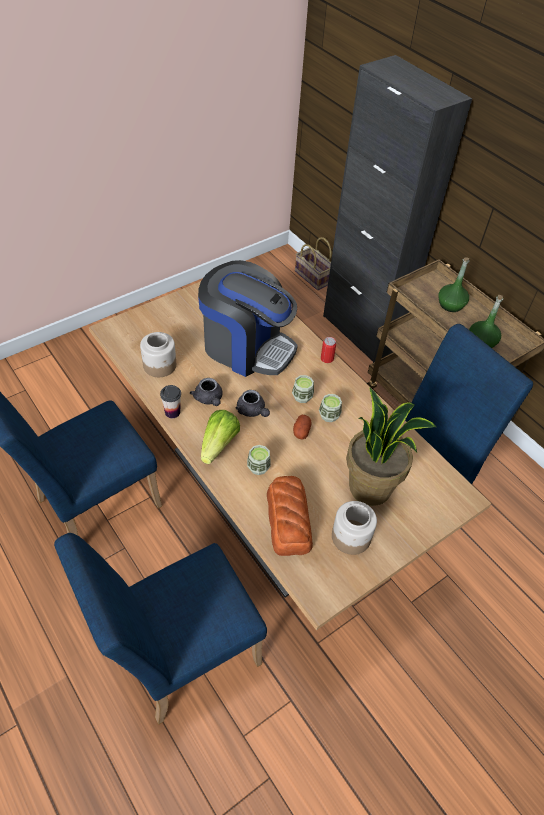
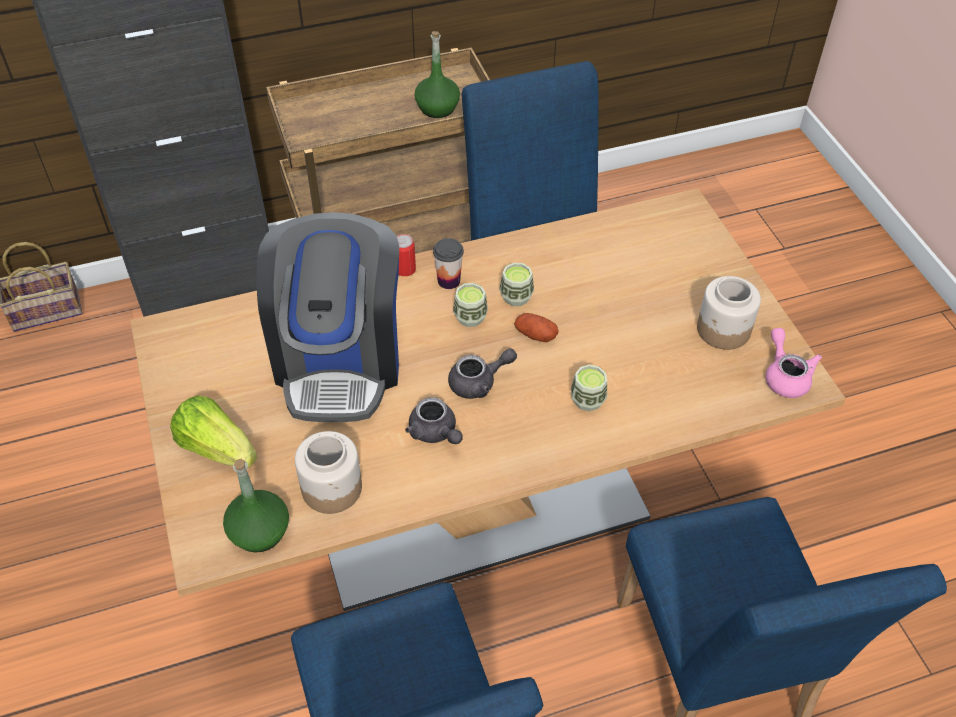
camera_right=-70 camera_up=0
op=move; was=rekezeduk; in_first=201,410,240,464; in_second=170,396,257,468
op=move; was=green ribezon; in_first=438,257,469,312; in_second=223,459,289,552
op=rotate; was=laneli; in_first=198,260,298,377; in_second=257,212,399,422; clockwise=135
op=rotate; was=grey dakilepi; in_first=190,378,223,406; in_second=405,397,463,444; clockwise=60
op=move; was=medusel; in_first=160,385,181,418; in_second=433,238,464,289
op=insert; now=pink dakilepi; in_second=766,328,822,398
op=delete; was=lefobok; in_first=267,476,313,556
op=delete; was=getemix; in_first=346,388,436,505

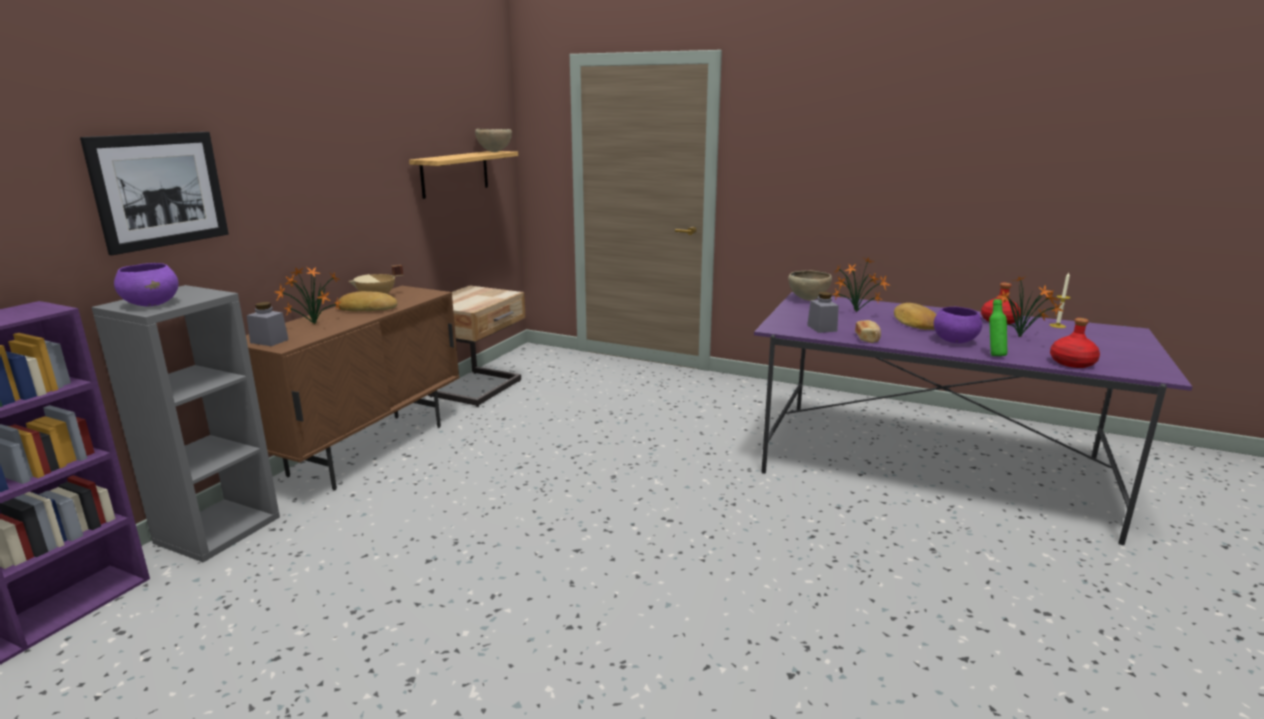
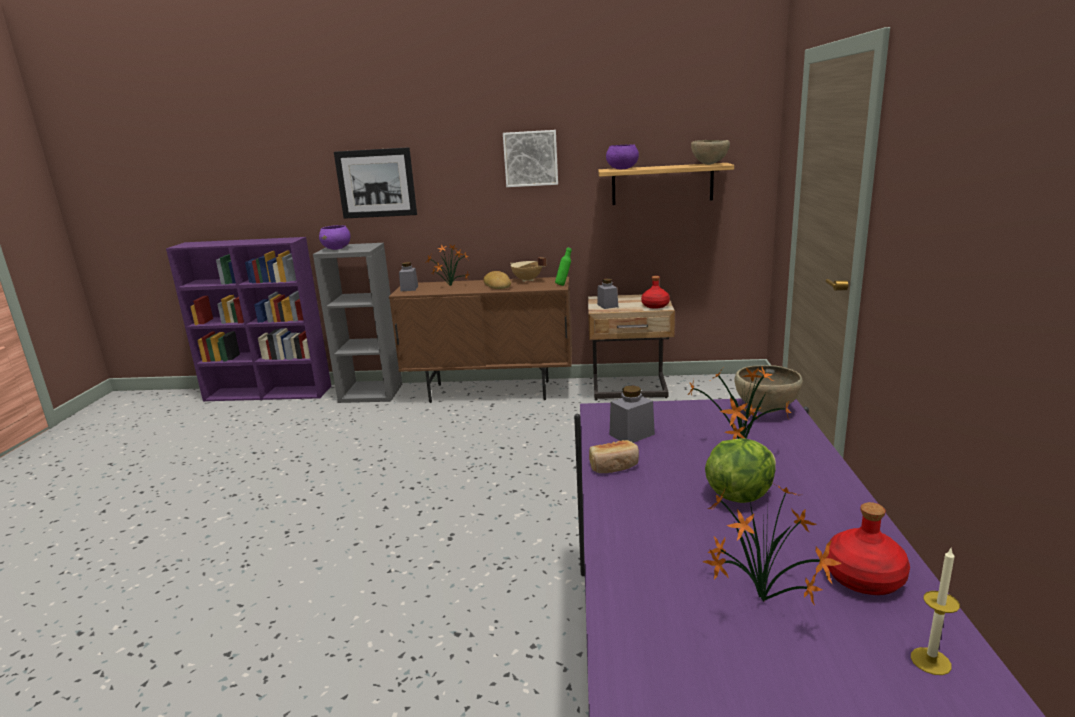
camera_right=70 camera_up=0
op=insert; now=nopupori; in_second=503,130,558,187
op=move; was=green ribezon; in_first=989,299,1007,356; in_second=555,247,572,286
op=insert; now=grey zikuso; in_second=597,279,618,309
op=move; was=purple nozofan; in_first=934,307,982,343; in_second=606,144,639,169
op=move; was=red ribezon; in_first=1050,318,1100,368; in_second=641,276,670,309
op=replace; was=lefobok; now=rekezeduk; in_first=894,303,937,330; in_second=705,438,776,503

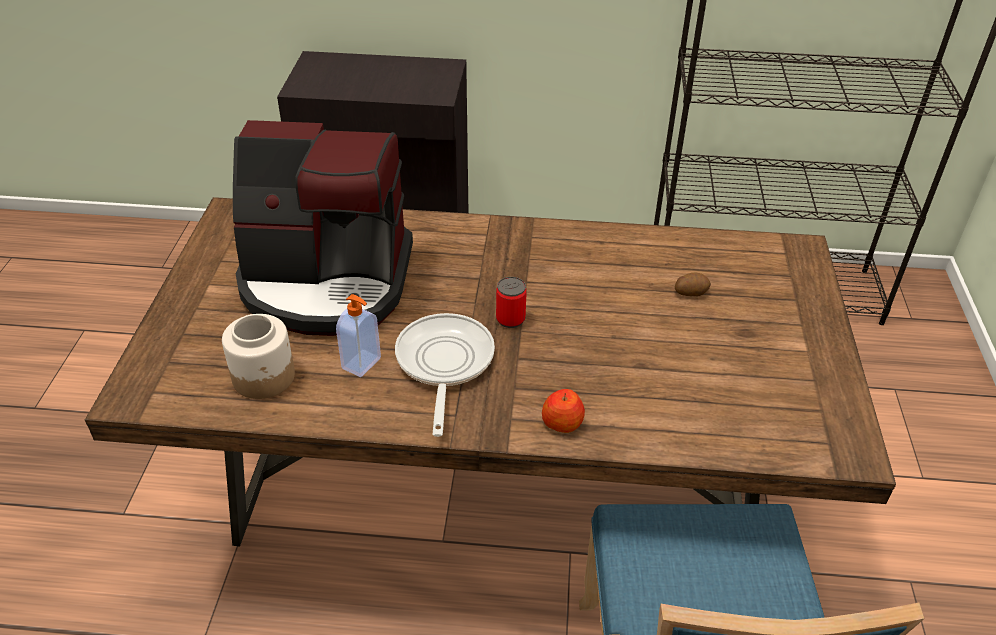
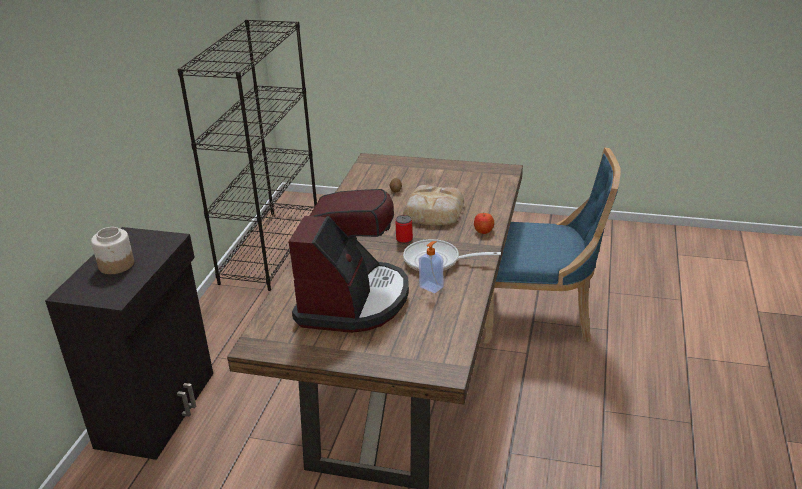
camera_right=-80 camera_up=-10
op=move; was=zikuso; in_first=222,314,295,399; in_second=91,227,134,274
op=insert; now=lefobok; in_second=403,185,464,226

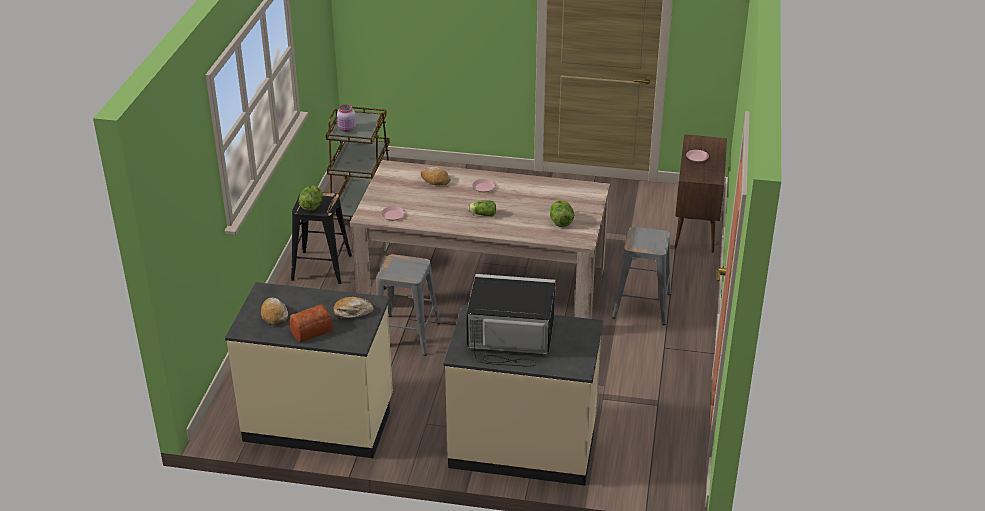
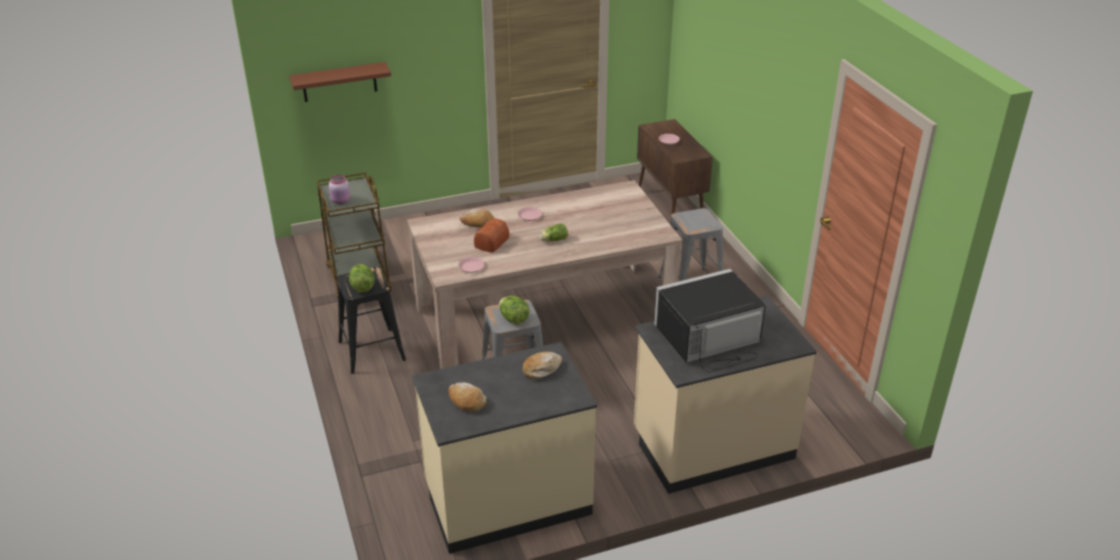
camera_right=-30 camera_up=0
op=insert; now=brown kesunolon; in_second=289,62,391,102
op=move; was=lefobok; in_first=289,305,333,342; in_second=474,218,509,253
op=move; was=rekezeduk; in_first=550,200,574,227; in_second=499,296,530,325

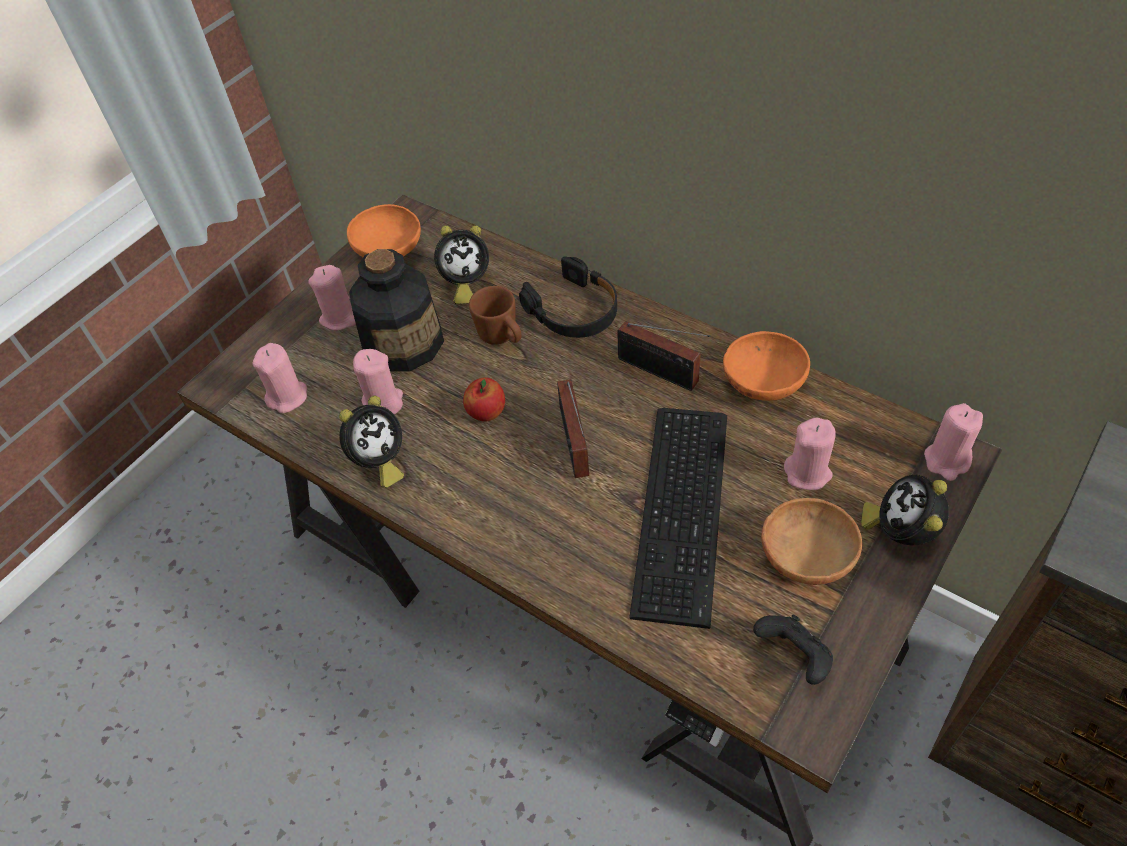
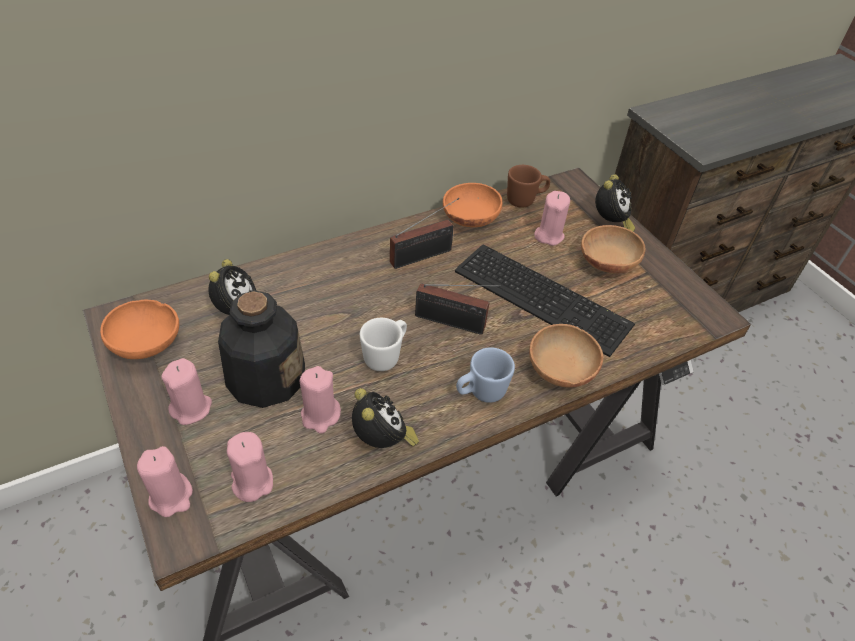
camera_right=-70 camera_up=-5
op=move; was=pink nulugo; in_first=924,403,983,481; in_second=137,446,193,517
op=replace; was=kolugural; now=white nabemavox; in_first=463,377,505,421; in_second=360,318,407,371
op=insert; now=blue nabemavox; in_second=456,347,515,403
op=move; was=brown nabemavox; in_first=469,286,521,345; in_second=507,165,550,208
op=insert; now=brown nozofan; in_second=529,324,603,388
op=rotate; was=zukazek; in_first=861,475,949,545; in_second=595,174,635,232; clockwise=-105
op=delete; was=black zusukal; in_first=519,256,617,338
op=delete; was=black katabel; in_first=753,615,833,685

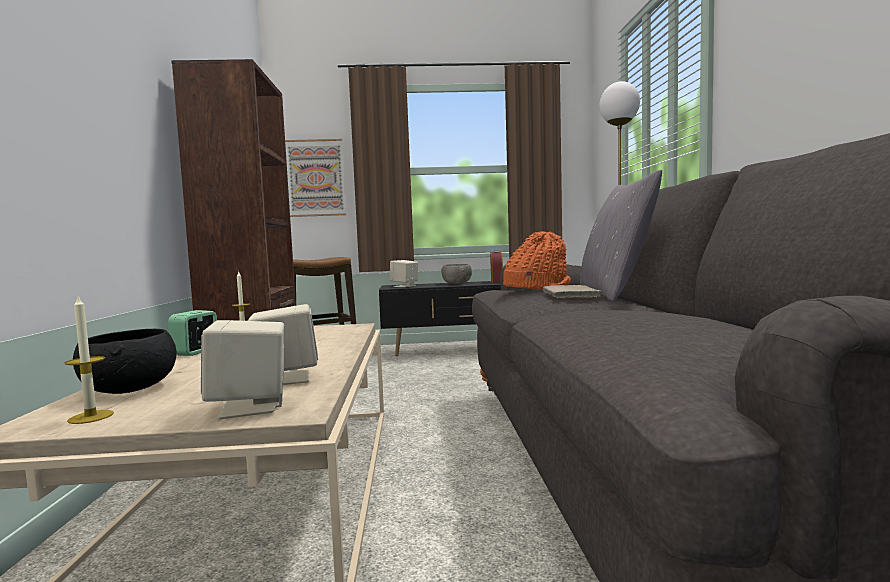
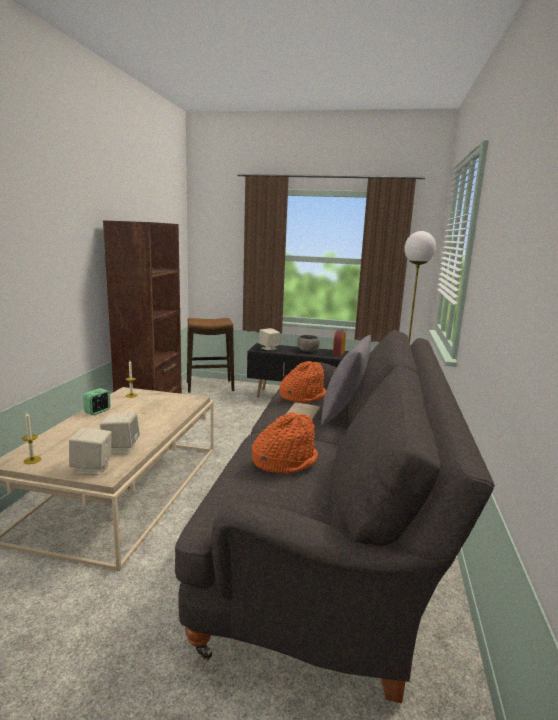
camera_right=15 camera_up=10
op=insert; now=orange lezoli; in_second=252,412,318,474
op=delete; was=black nozofan; in_first=73,329,177,394
op=delete; was=nopupori; in_first=285,139,346,217

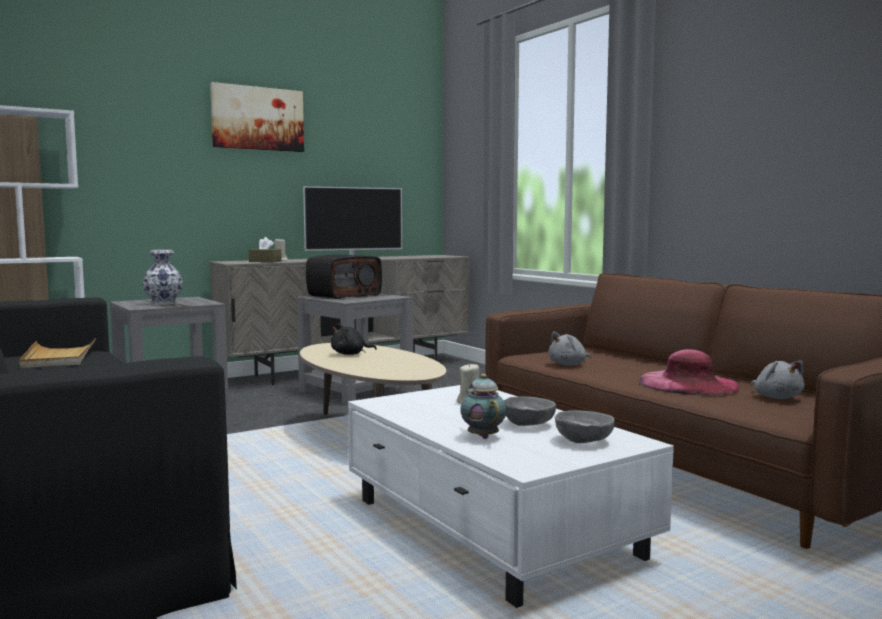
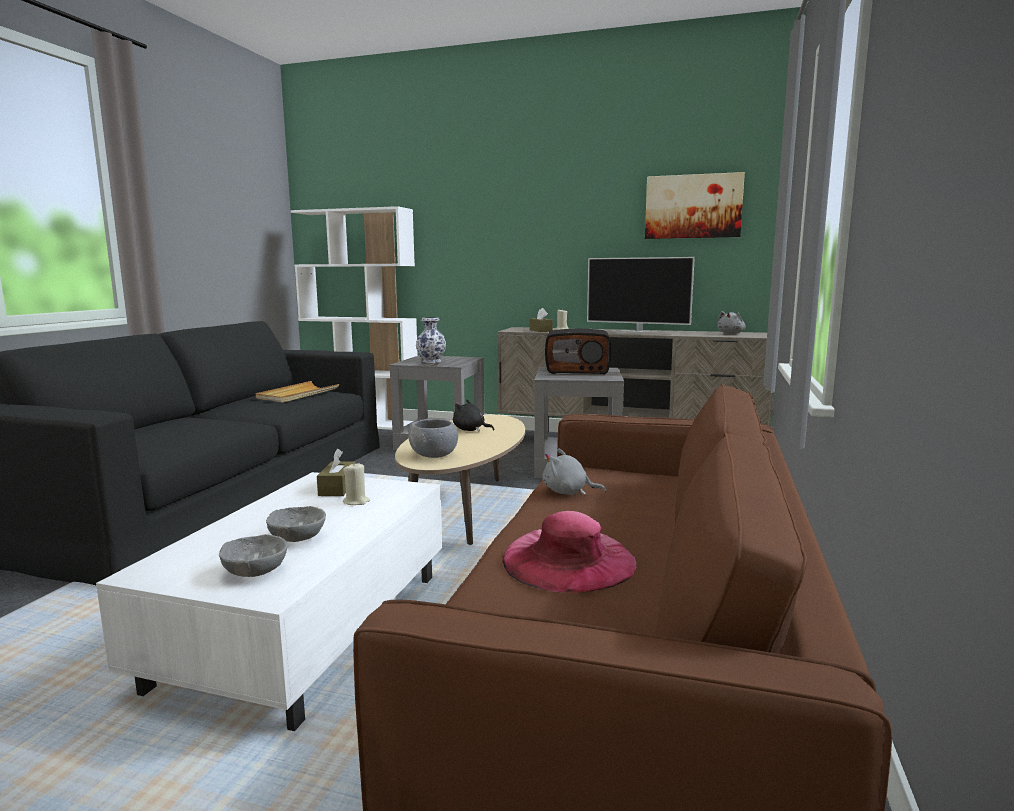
camera_right=50 camera_up=5
op=insert; now=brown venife; in_second=317,449,356,496
op=insert; now=grey nozofan; in_second=408,419,458,458
op=move; was=nopupori; in_first=210,82,304,152; in_second=645,172,745,239
op=move; was=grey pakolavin; in_first=750,361,805,399; in_second=717,311,746,334
op=delete; was=dakilepi; in_first=460,374,507,439

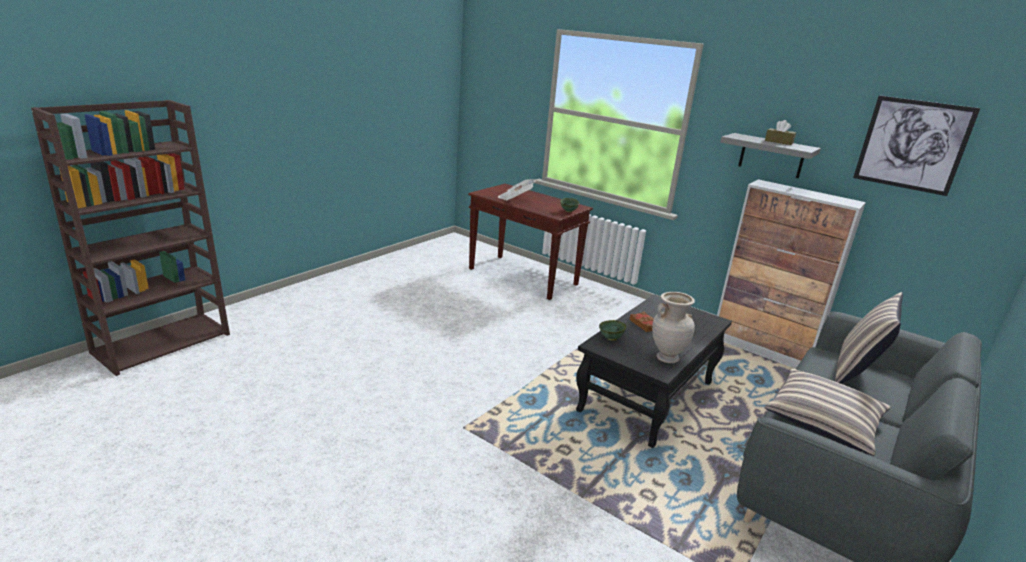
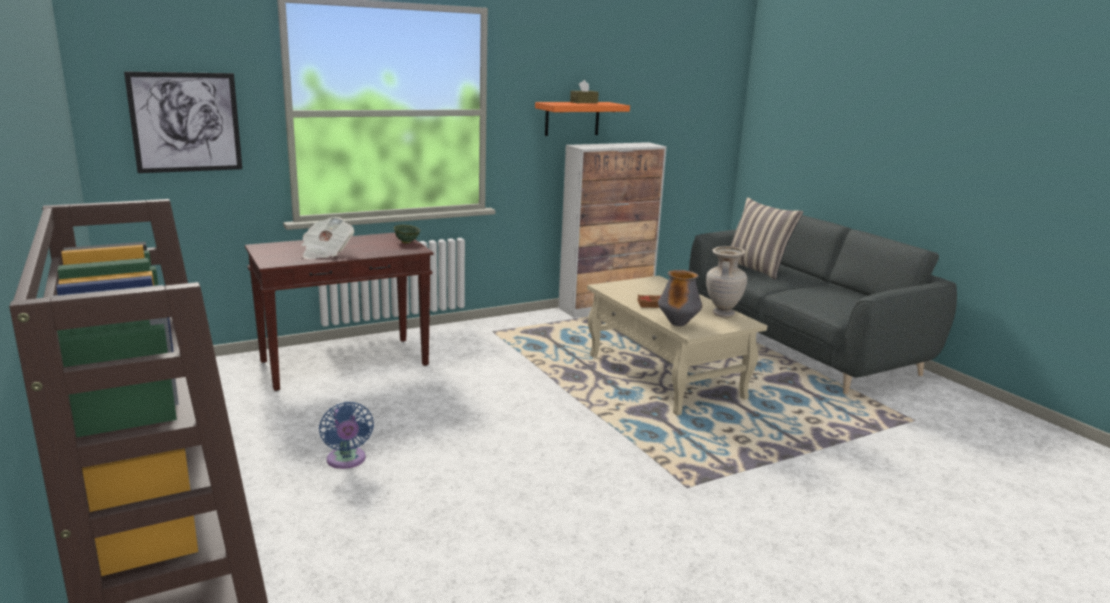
camera_right=-65 camera_up=-5
op=move; was=nopupori; in_first=853,95,980,196; in_second=124,72,242,173
op=insert; now=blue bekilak; in_second=319,402,374,469
op=recolor; was=grey kesunolon; now=orange kesunolon; in_first=720,133,821,178; in_second=535,102,630,136
op=recolor; was=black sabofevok; now=beige sabofevok; in_first=576,294,732,448; in_second=587,276,767,416
op=replace; was=green nozofan; now=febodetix; in_first=599,320,626,341; in_second=658,270,702,326
op=delete; was=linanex; in_first=765,368,891,456

